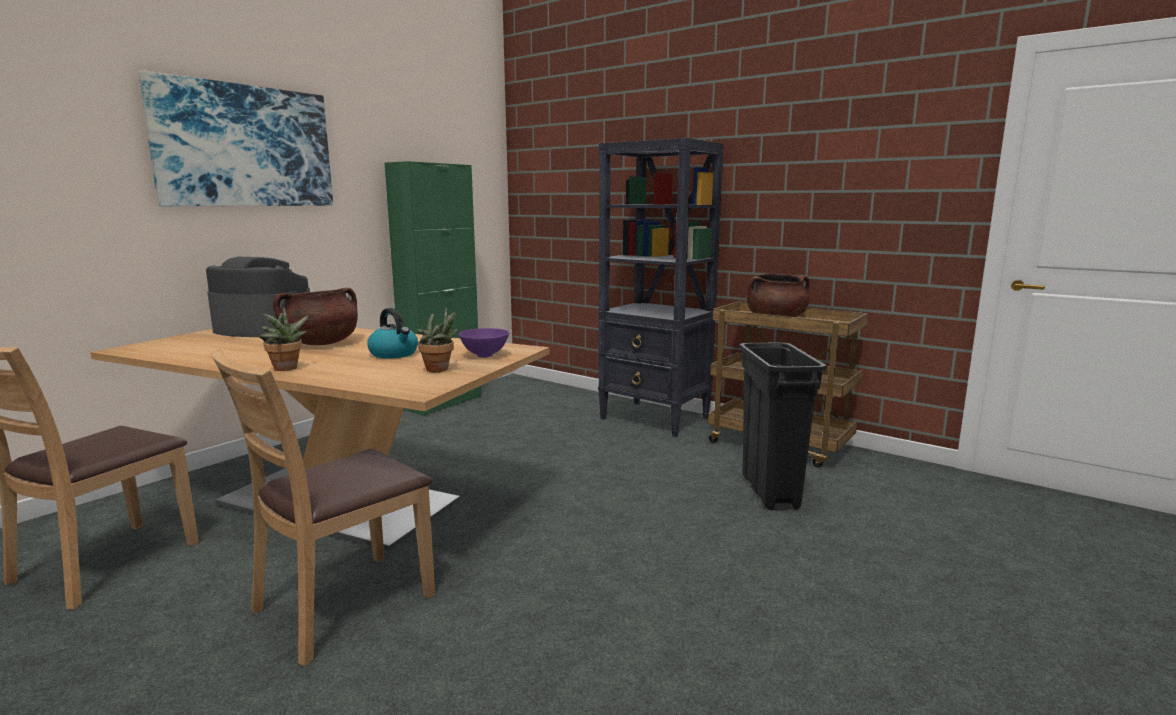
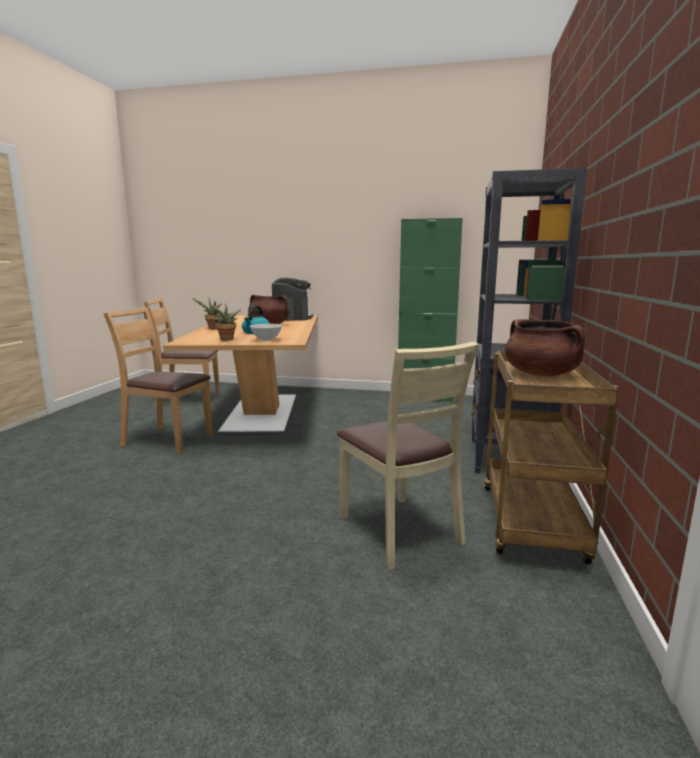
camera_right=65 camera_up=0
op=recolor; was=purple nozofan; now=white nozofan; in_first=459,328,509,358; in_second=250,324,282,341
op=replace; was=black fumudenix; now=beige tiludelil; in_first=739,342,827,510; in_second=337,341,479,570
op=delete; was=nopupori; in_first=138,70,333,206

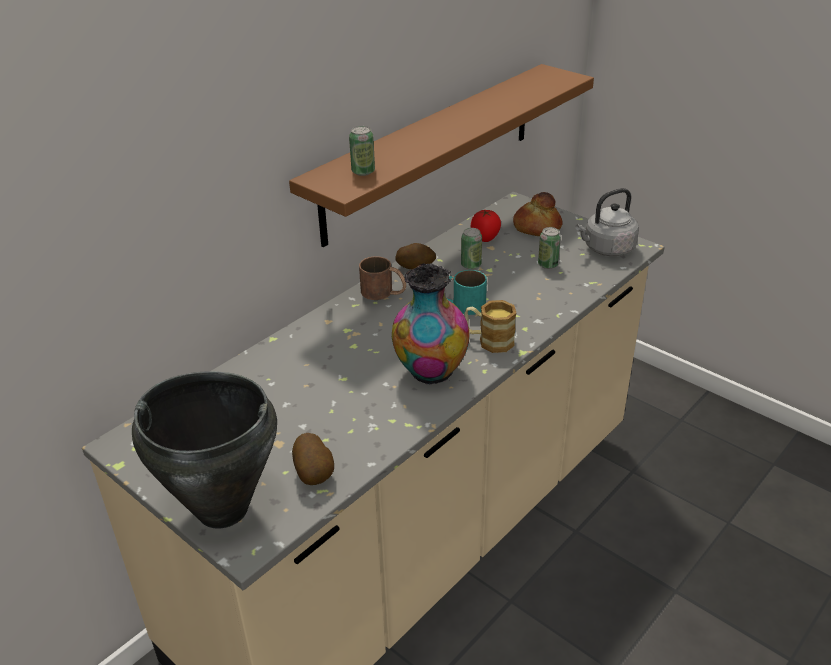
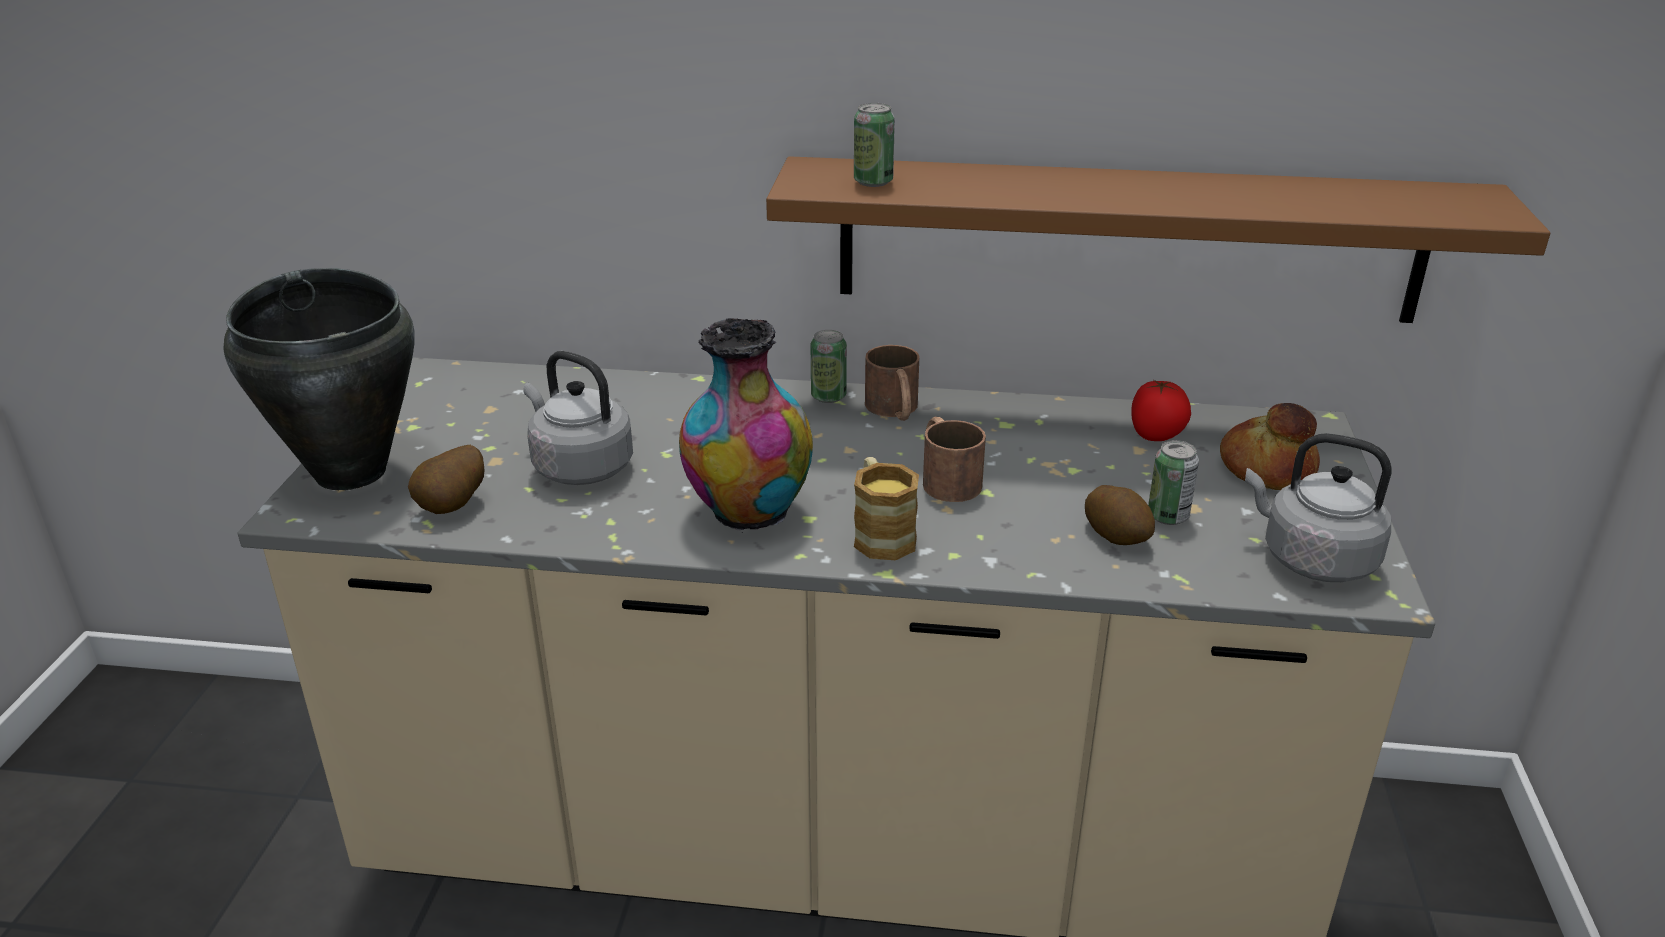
camera_right=55 camera_up=-5
op=insert; now=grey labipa; in_second=524,351,633,485
op=move; was=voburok; in_first=461,228,482,269; in_second=811,330,847,403
op=recolor; was=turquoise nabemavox; now=brown nabemavox; in_first=446,270,487,315; in_second=923,417,986,502
op=move; was=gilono; in_first=395,243,436,269; in_second=1085,485,1155,545

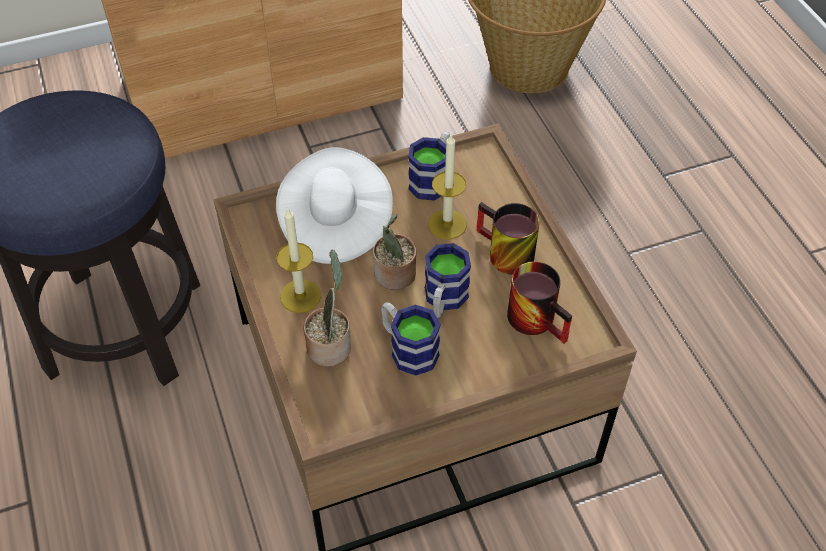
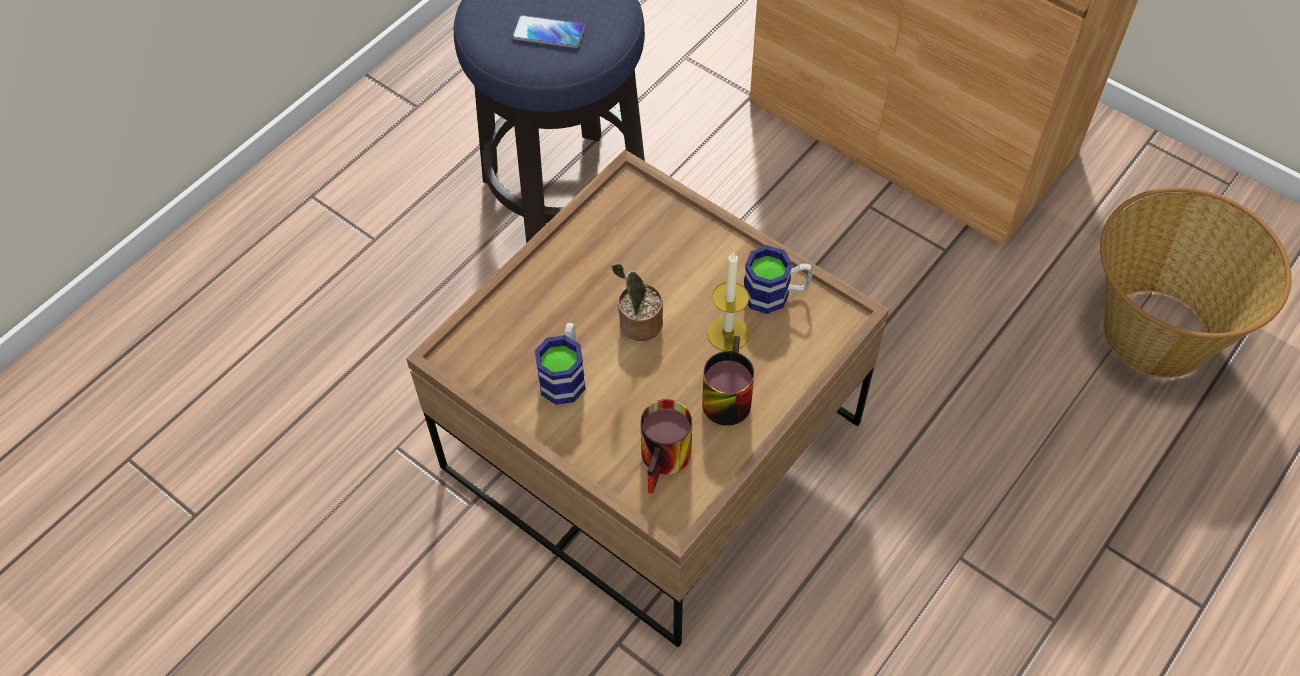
camera_right=60 camera_up=5
op=insert; now=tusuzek; in_second=512,15,585,48
op=delete; was=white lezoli; in_first=276,147,393,264
op=delete; was=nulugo; in_first=277,208,321,313
op=delete; was=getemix; in_first=303,250,351,367
op=delete; was=nabemavox; in_first=425,243,471,318

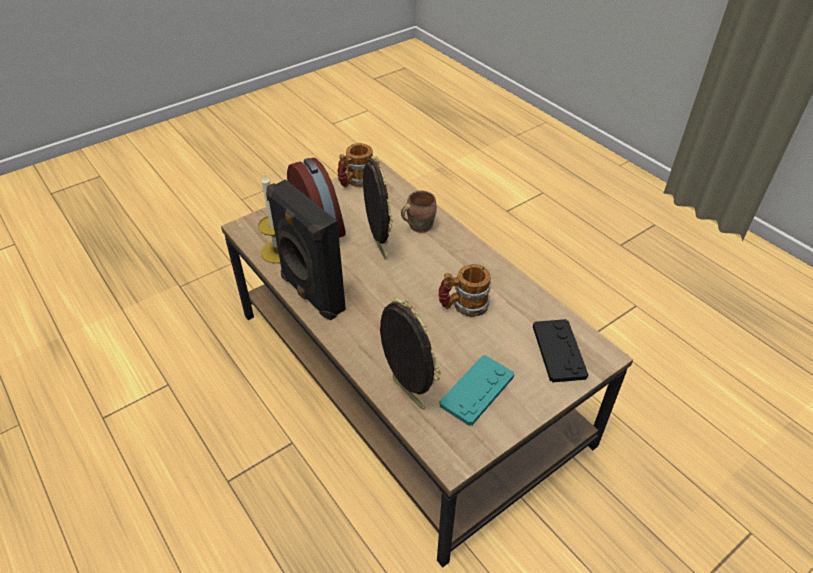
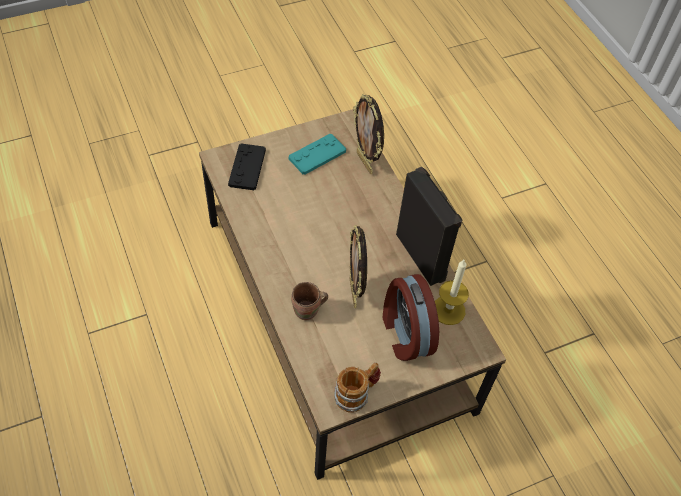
camera_right=-170 camera_up=10
op=delete; was=nabemavox; in_first=438,264,491,317

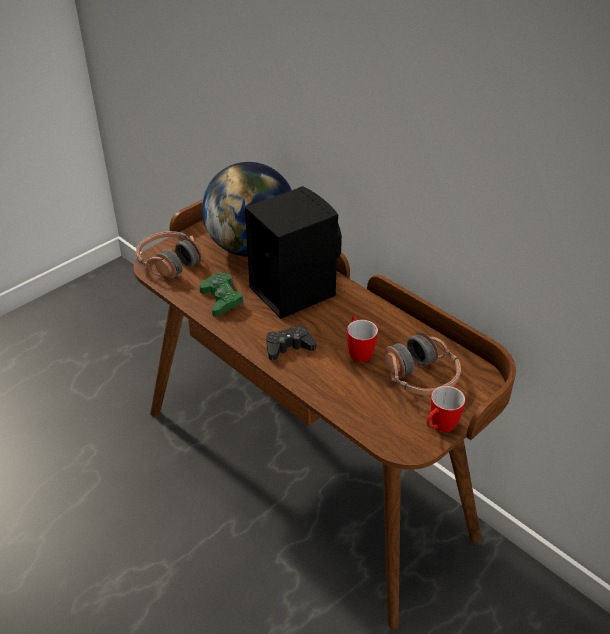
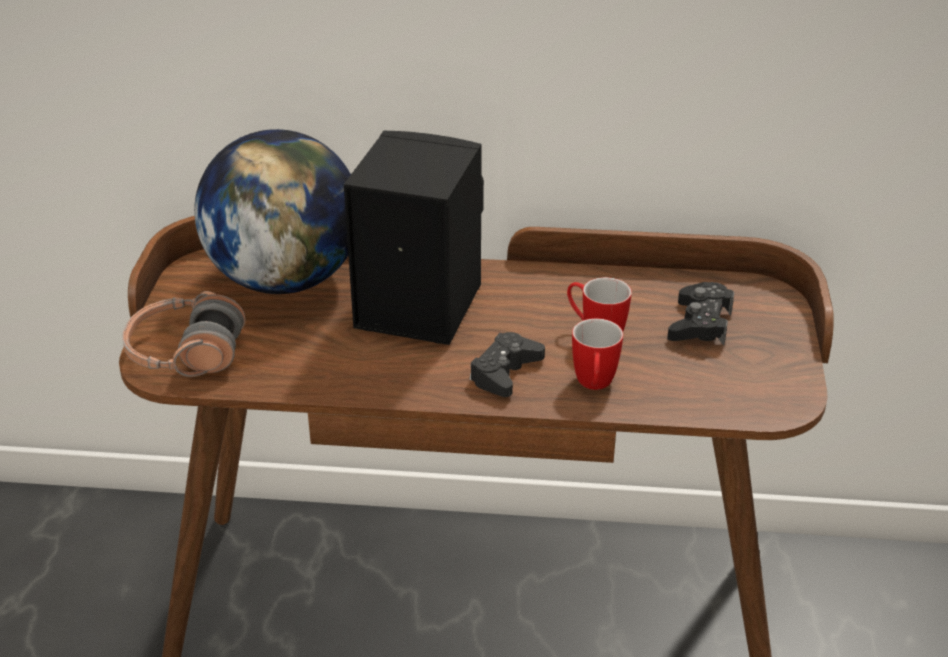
camera_right=-40 camera_up=-5
op=move; was=nabemavox; in_first=427,386,465,432; in_second=572,318,623,390
op=replace; was=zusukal; now=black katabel; in_first=385,332,461,395; in_second=667,282,734,345
op=delete; was=green katabel; in_first=200,273,244,317

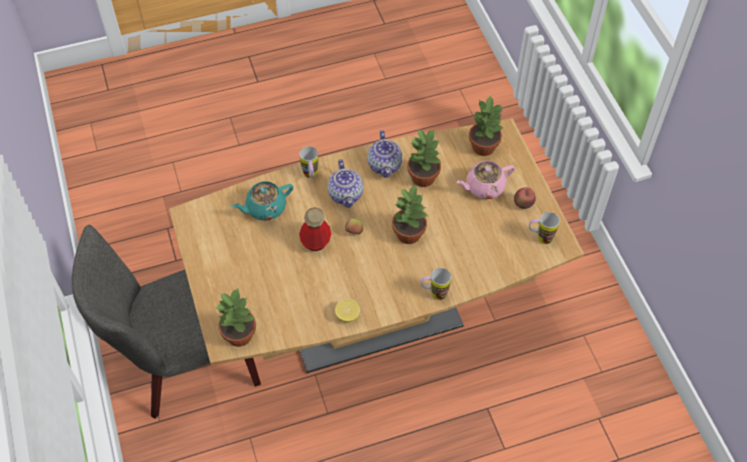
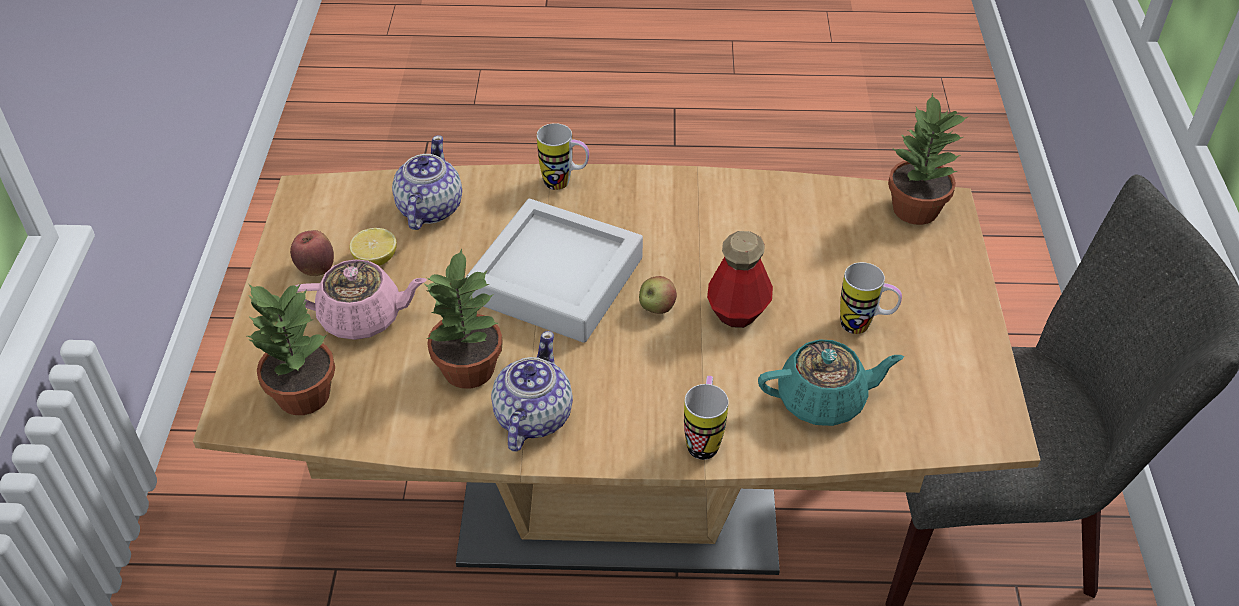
camera_right=-160 camera_up=-10
op=move; was=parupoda; in_first=335,299,360,322; in_second=350,228,397,266
op=move; was=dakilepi; in_first=328,159,363,208; in_second=392,135,462,230
op=replace; was=getemix; now=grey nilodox; in_first=392,185,427,244; in_second=465,199,643,343
op=move; was=nabemavox; in_first=529,212,560,244; in_second=840,262,902,334

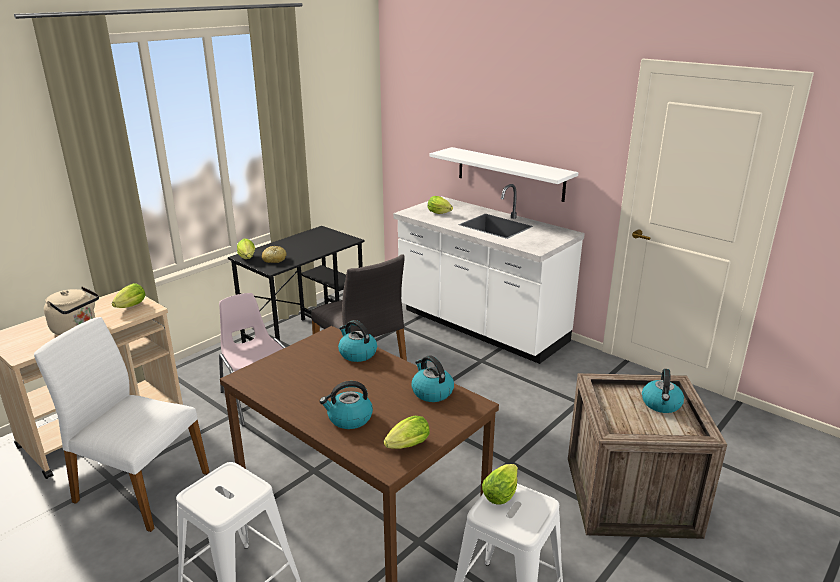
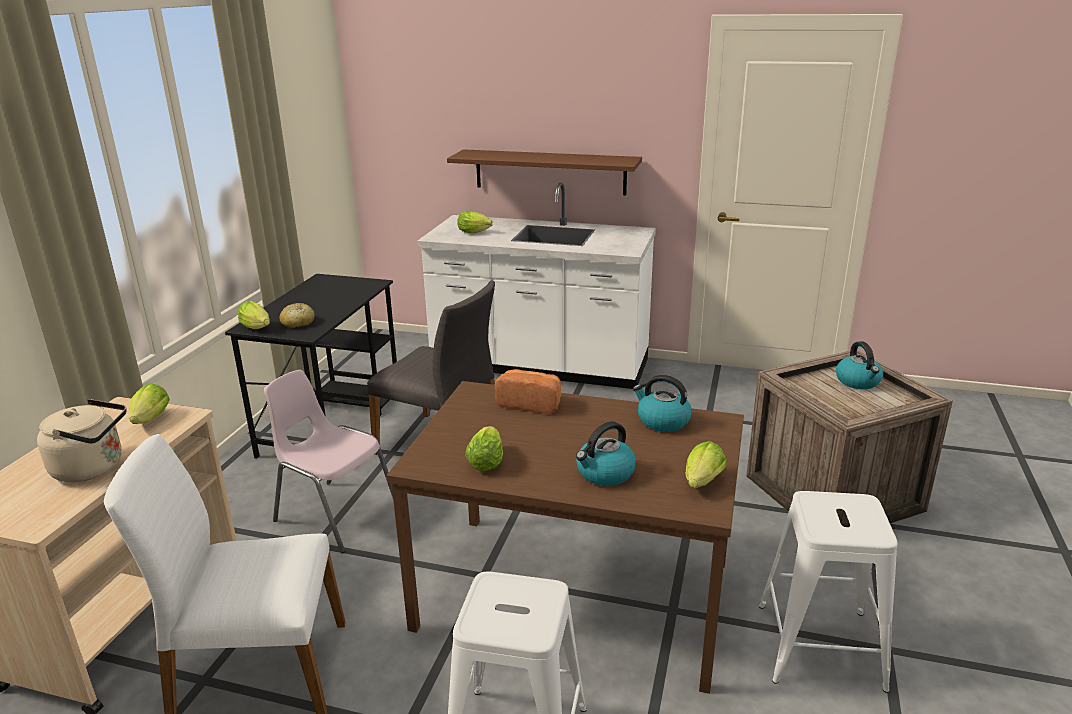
camera_right=-25 camera_up=0
op=recolor; was=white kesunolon; now=brown kesunolon; in_first=430,147,578,202; in_second=447,149,642,195
op=move; was=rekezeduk; in_first=482,464,518,505; in_second=465,426,503,471
op=replace; was=labipa; now=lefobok; in_first=338,320,377,362; in_second=494,369,561,413

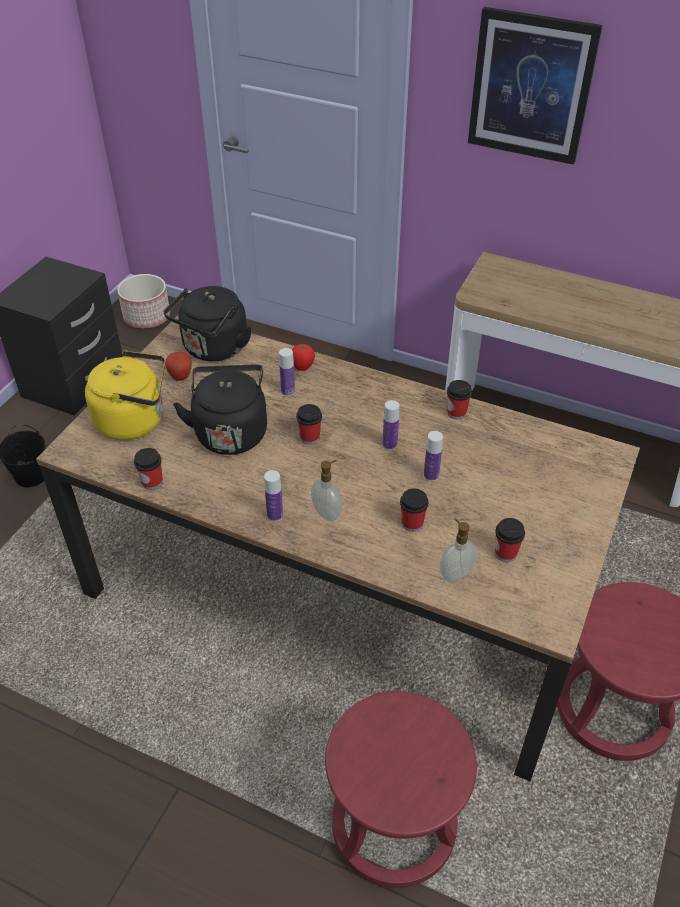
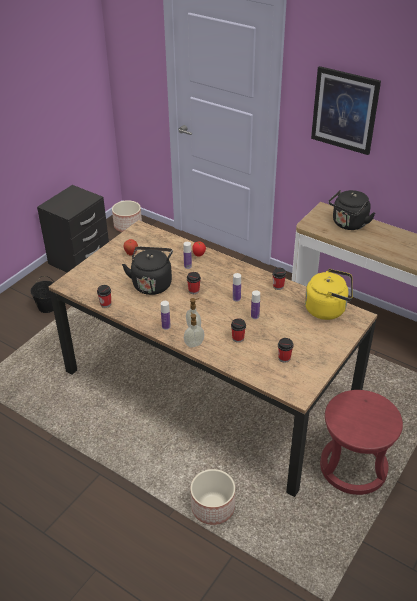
camera_right=10 camera_up=-5
op=move; was=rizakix; in_first=440,518,477,582; in_second=184,312,205,347
op=replace; was=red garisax; now=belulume; in_first=325,691,477,888; in_second=190,469,235,525
op=move; was=yellow labipa; in_first=85,350,165,440; in_second=305,269,353,320
op=move; was=black labipa; in_first=164,286,252,361; in_second=329,190,375,230

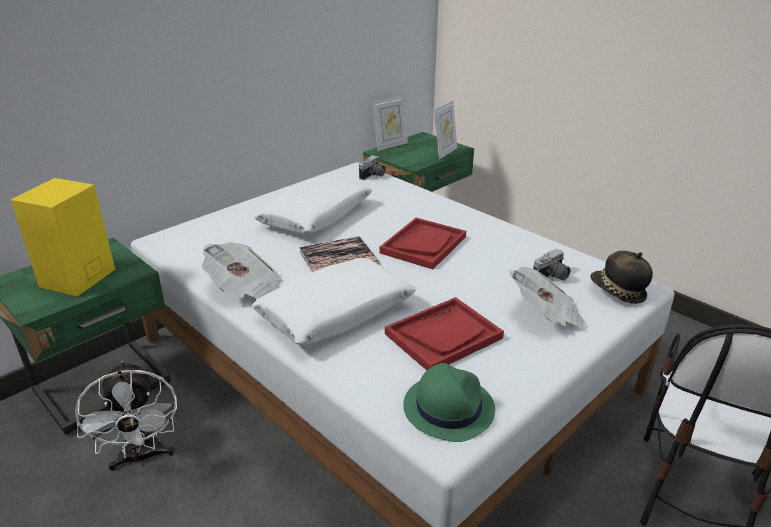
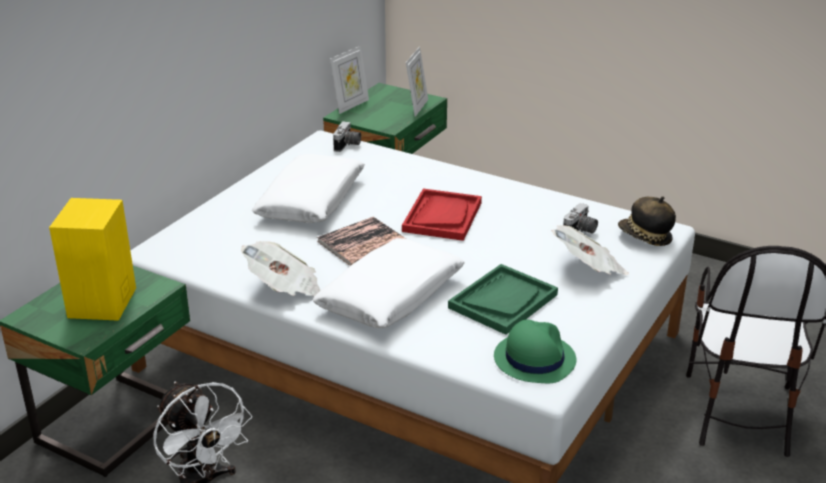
camera_right=-15 camera_up=0
op=recolor; was=red nilodox; now=green nilodox; in_first=385,297,504,370; in_second=448,264,558,335

